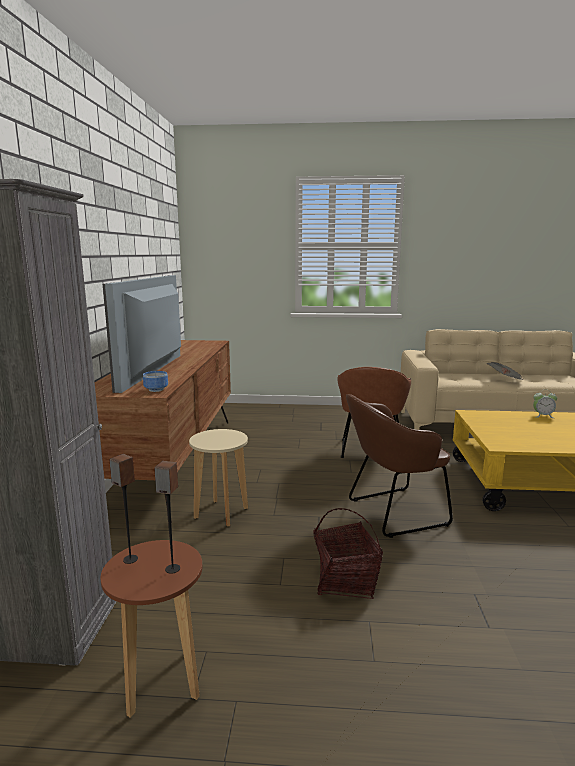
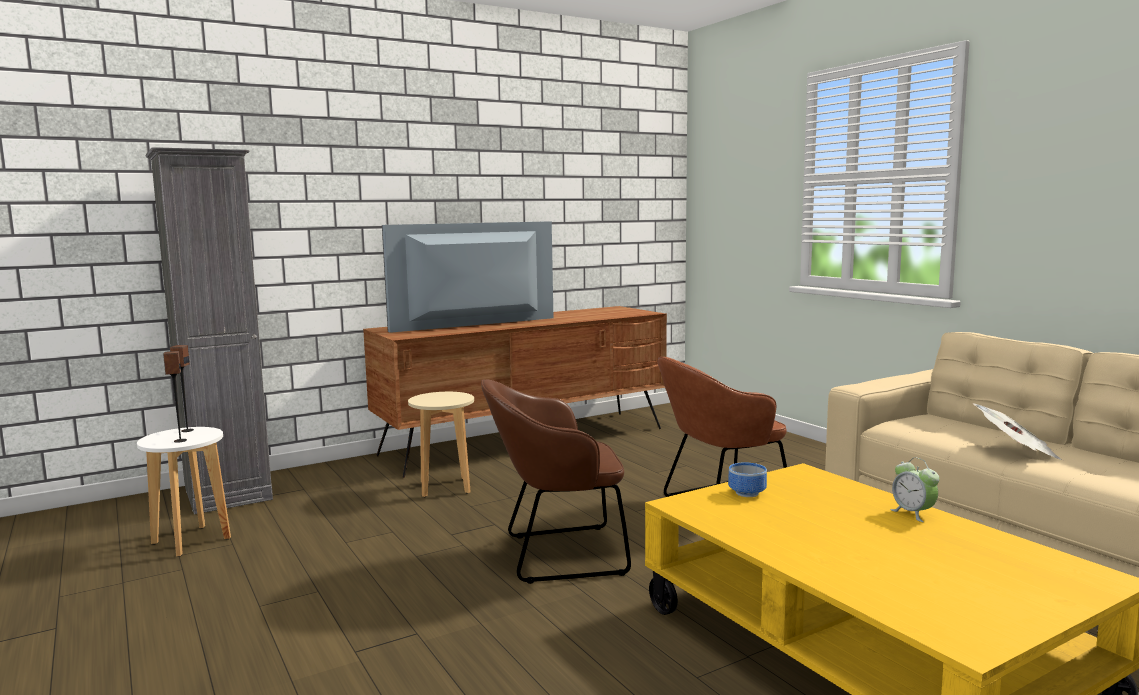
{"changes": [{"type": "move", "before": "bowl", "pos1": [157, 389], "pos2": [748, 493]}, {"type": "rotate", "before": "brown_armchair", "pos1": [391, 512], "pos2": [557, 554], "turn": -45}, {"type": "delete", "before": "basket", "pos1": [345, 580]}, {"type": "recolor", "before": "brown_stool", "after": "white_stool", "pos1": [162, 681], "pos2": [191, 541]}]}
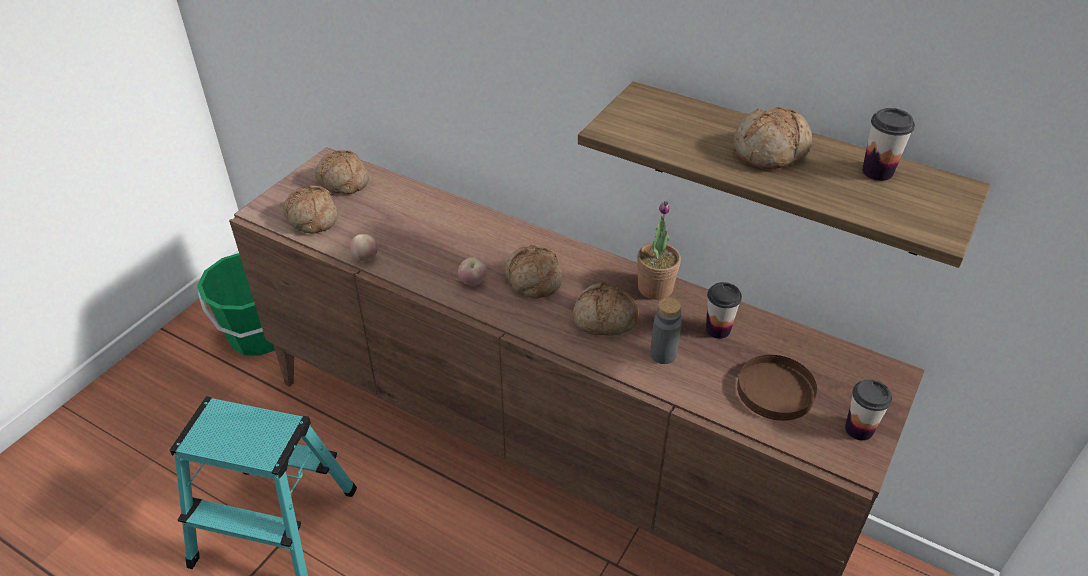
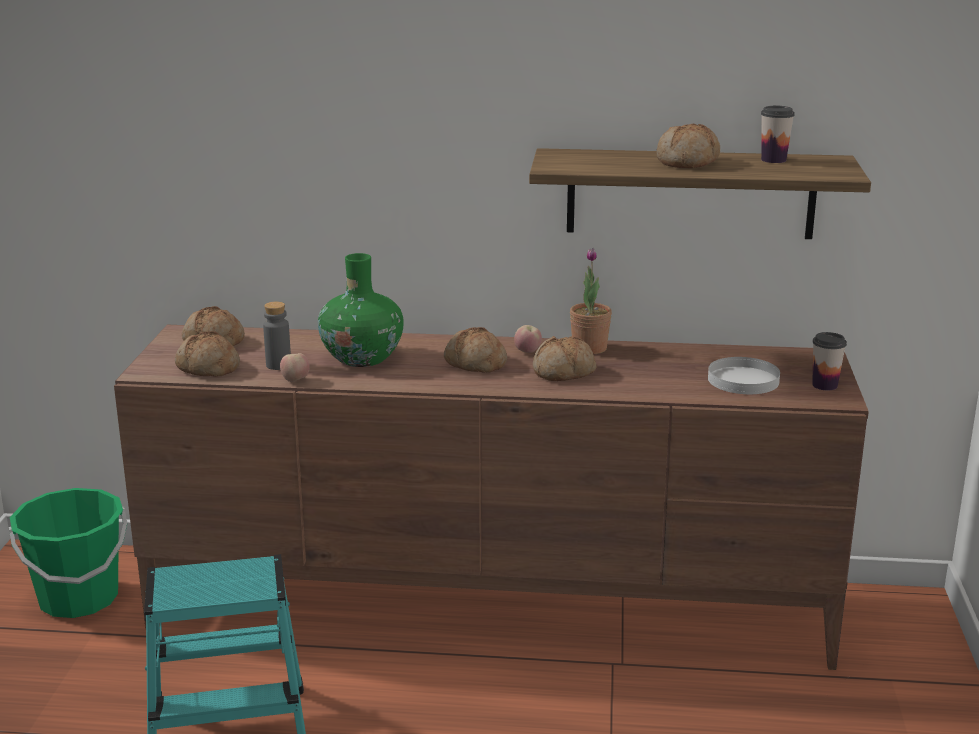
{"changes": [{"type": "move", "before": "apple", "pos1": [473, 282], "pos2": [527, 352]}, {"type": "delete", "before": "cup", "pos1": [718, 329]}, {"type": "move", "before": "grey_bottle", "pos1": [663, 354], "pos2": [278, 365]}, {"type": "recolor", "before": "brown_plate", "after": "white_plate", "pos1": [776, 391], "pos2": [744, 380]}, {"type": "insert", "after": "green_vase", "pos2": [362, 358]}]}
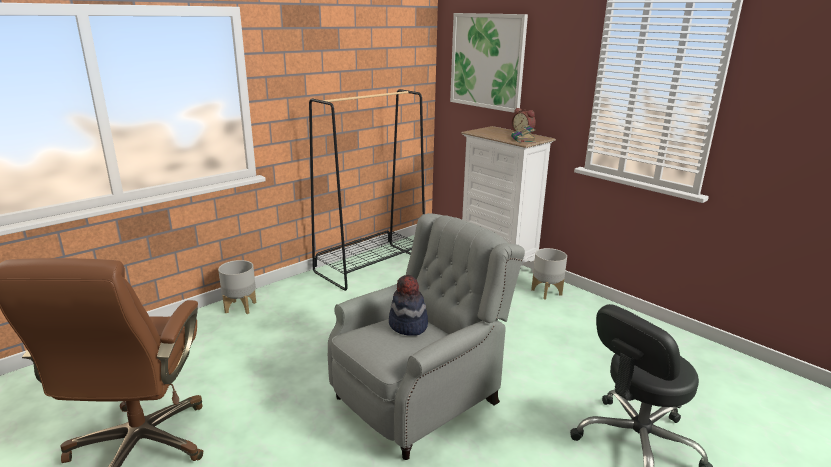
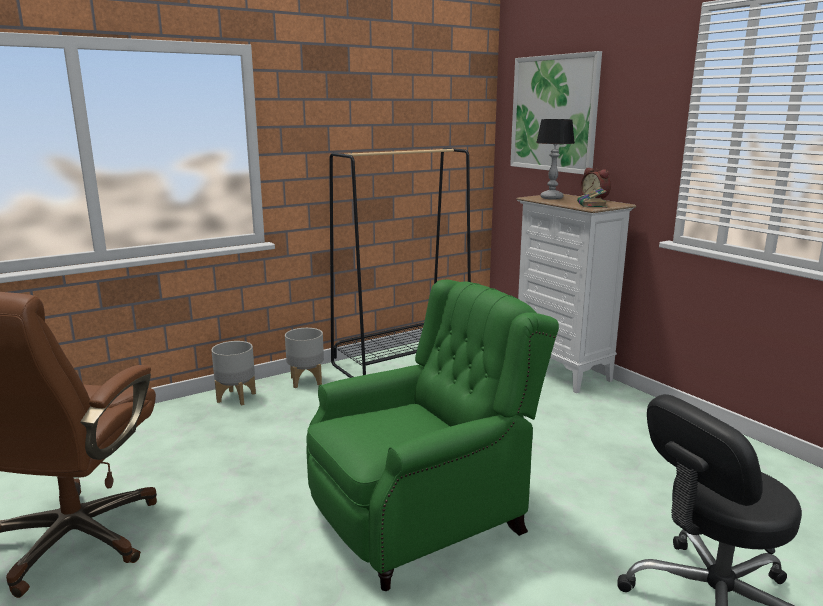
{"changes": [{"type": "recolor", "before": "grey_armchair", "after": "green_armchair", "pos1": [418, 399], "pos2": [421, 518]}, {"type": "move", "before": "grey_planter", "pos1": [546, 292], "pos2": [305, 381]}, {"type": "delete", "before": "hat", "pos1": [408, 325]}, {"type": "insert", "after": "table_lamp", "pos2": [551, 198]}]}
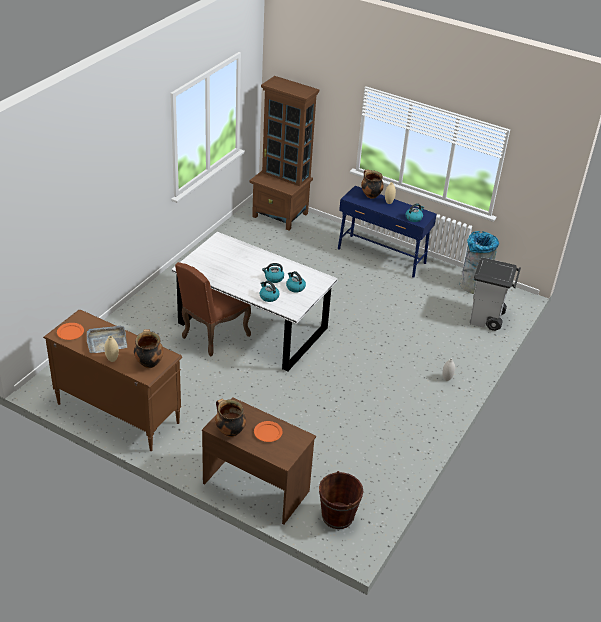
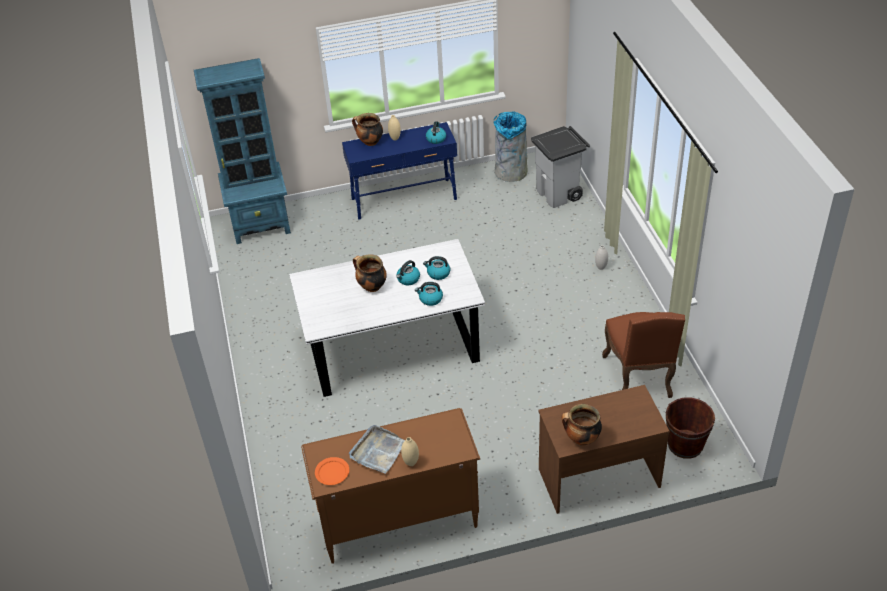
{"changes": [{"type": "recolor", "before": "brown_cabinet", "after": "blue_cabinet", "pos1": [280, 215], "pos2": [260, 224]}, {"type": "move", "before": "brown_chair", "pos1": [213, 336], "pos2": [640, 377]}, {"type": "move", "before": "cooking_pot", "pos1": [149, 362], "pos2": [371, 287]}, {"type": "delete", "before": "orange_plate", "pos1": [268, 432]}]}
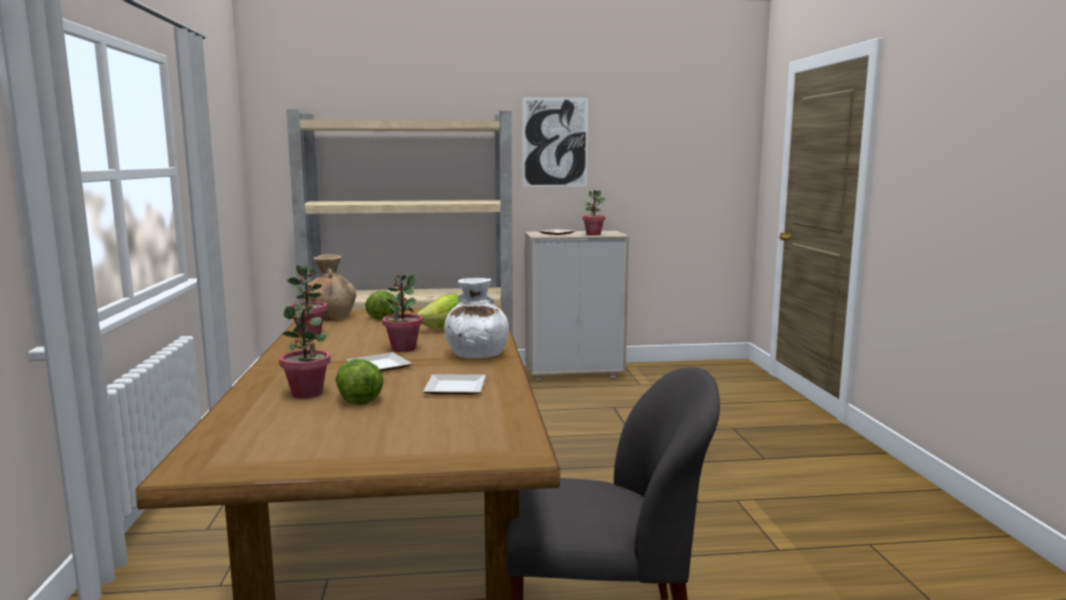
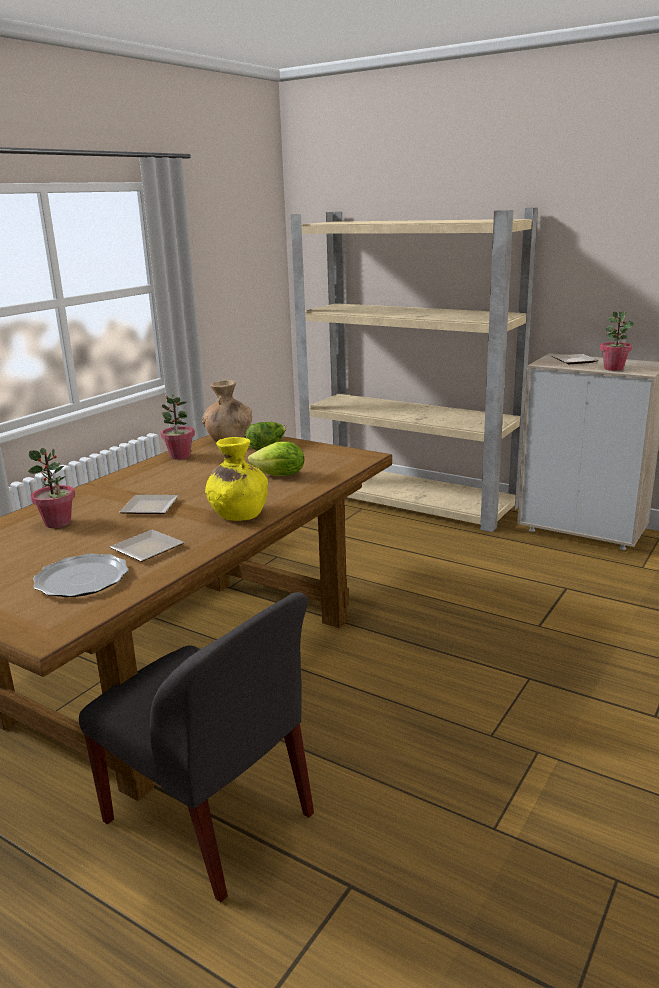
{"changes": [{"type": "delete", "before": "picture", "pos1": [555, 142]}, {"type": "delete", "before": "potted_plant", "pos1": [403, 349]}, {"type": "recolor", "before": "white_vase", "after": "yellow_vase", "pos1": [476, 355], "pos2": [238, 514]}, {"type": "delete", "before": "lettuce", "pos1": [358, 397]}, {"type": "insert", "after": "plate", "pos2": [82, 579]}]}
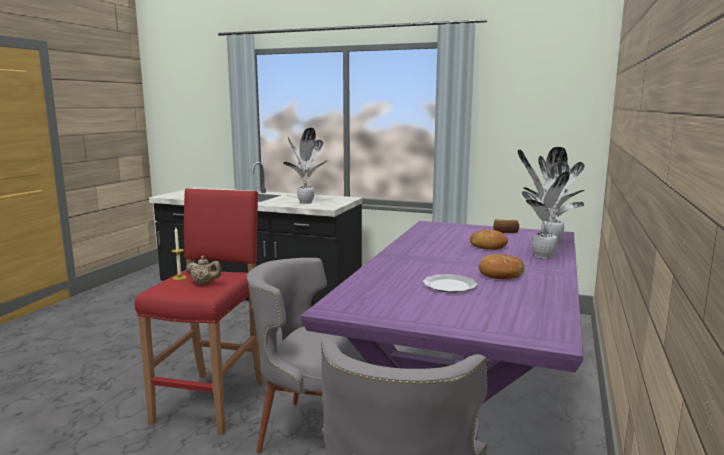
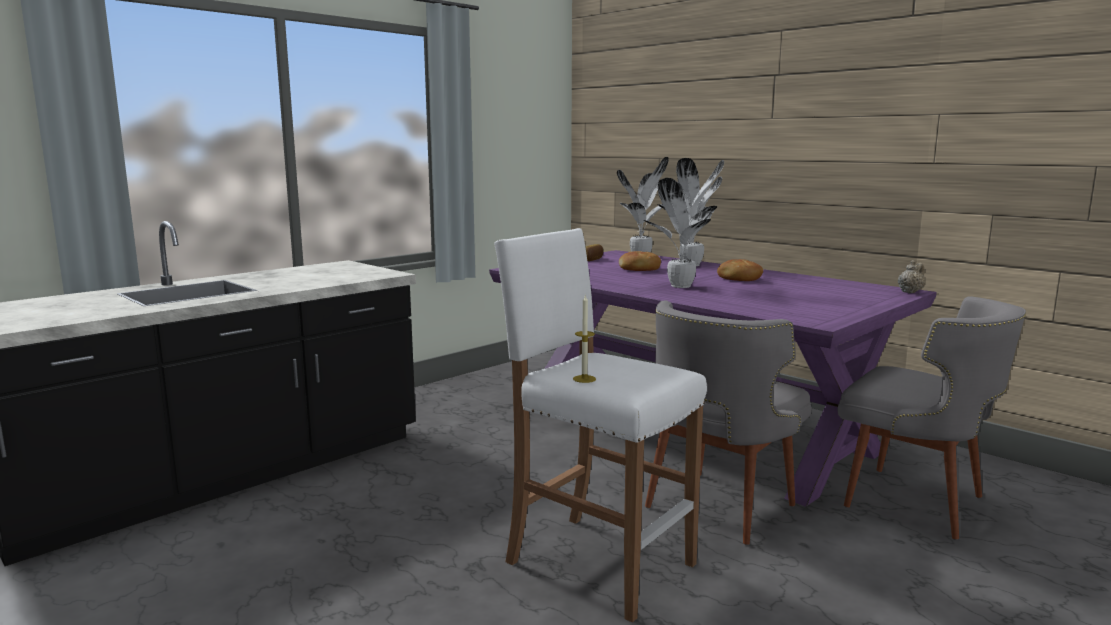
{"changes": [{"type": "move", "before": "potted_plant", "pos1": [306, 203], "pos2": [683, 286]}, {"type": "recolor", "before": "red_stool", "after": "white_stool", "pos1": [212, 401], "pos2": [598, 563]}, {"type": "move", "before": "beige_teapot", "pos1": [205, 283], "pos2": [910, 292]}, {"type": "delete", "before": "plate", "pos1": [449, 285]}]}
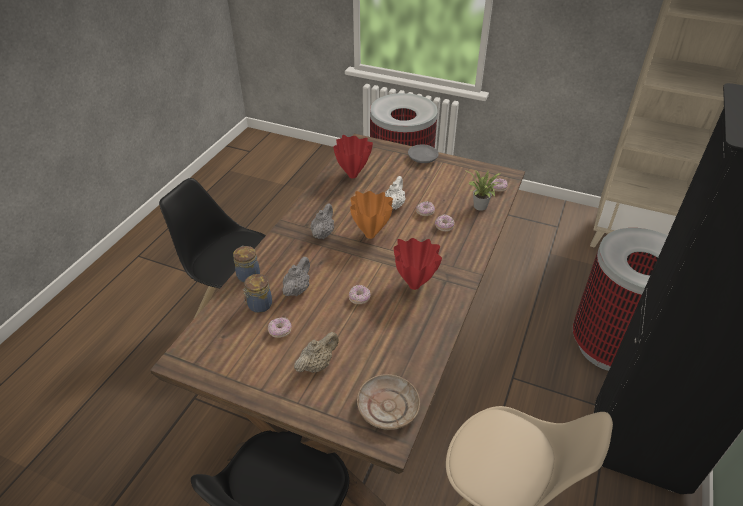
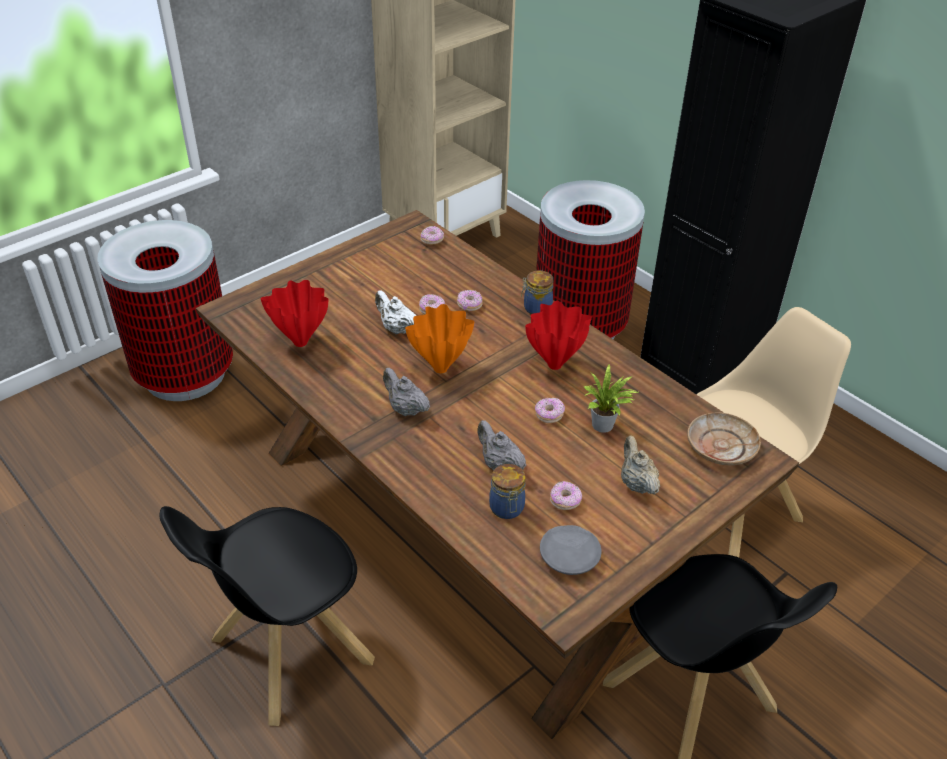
{"changes": [{"type": "move", "before": "grey_plate", "pos1": [423, 158], "pos2": [570, 556]}, {"type": "move", "before": "potted_plant", "pos1": [480, 207], "pos2": [605, 426]}, {"type": "move", "before": "jar", "pos1": [248, 275], "pos2": [536, 308]}]}
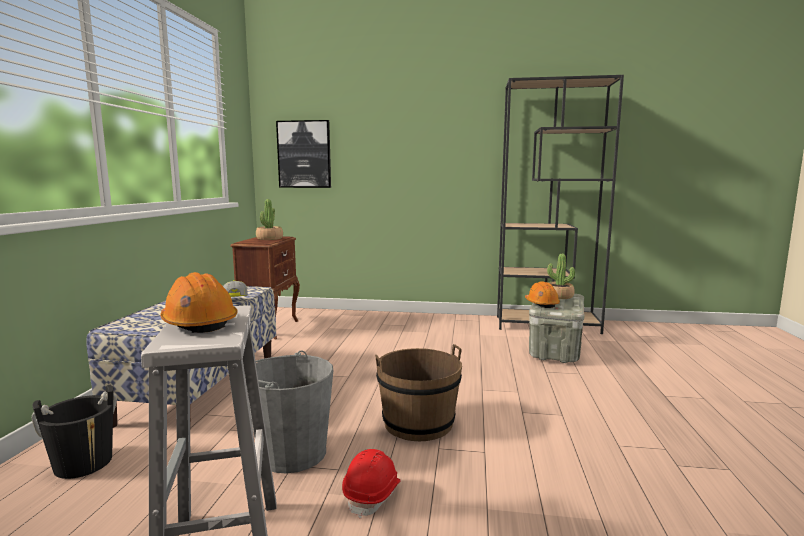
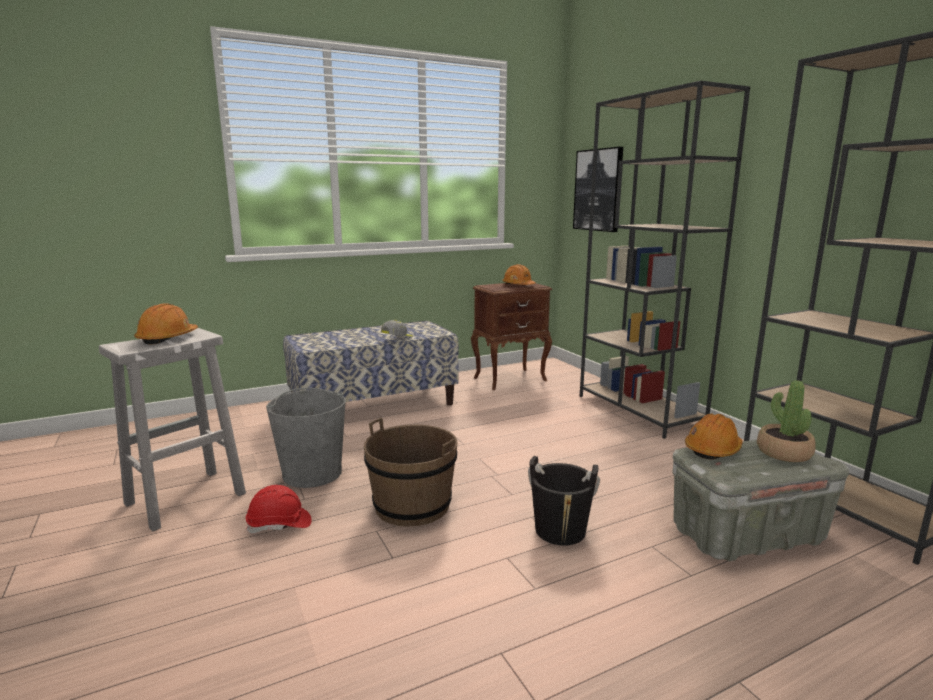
{"changes": [{"type": "replace", "before": "potted_plant", "after": "orange_hard_hat", "pos1": [269, 238], "pos2": [518, 285]}, {"type": "move", "before": "black_bucket", "pos1": [83, 463], "pos2": [560, 531]}, {"type": "insert", "after": "bookcase", "pos2": [640, 411]}]}
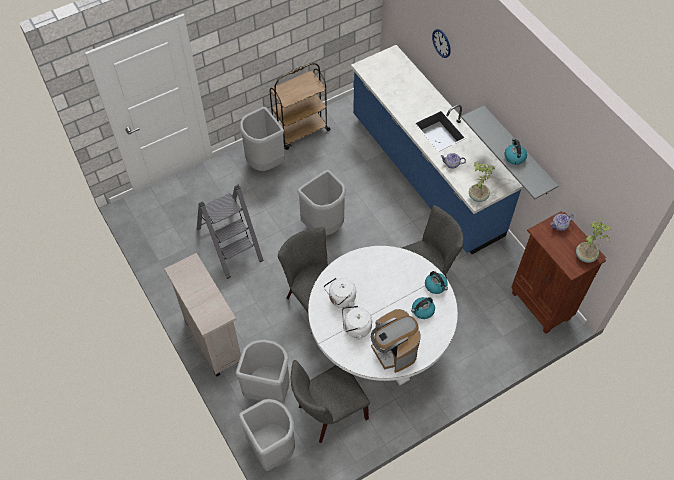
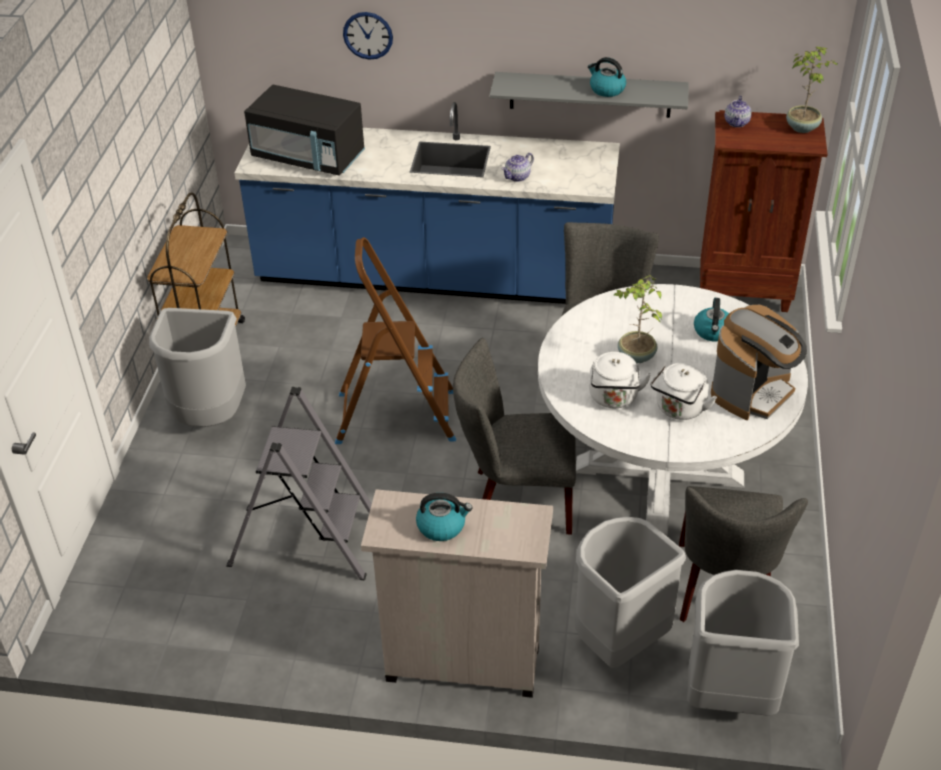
{"changes": [{"type": "move", "before": "potted_plant", "pos1": [477, 196], "pos2": [635, 356]}, {"type": "replace", "before": "grey_trash_can", "after": "brown_step_ladder", "pos1": [324, 225], "pos2": [397, 417]}, {"type": "move", "before": "kettle", "pos1": [436, 286], "pos2": [442, 526]}, {"type": "rotate", "before": "coffee_machine", "pos1": [393, 351], "pos2": [752, 392], "turn": -60}, {"type": "insert", "after": "black_microwave", "pos2": [308, 157]}]}
